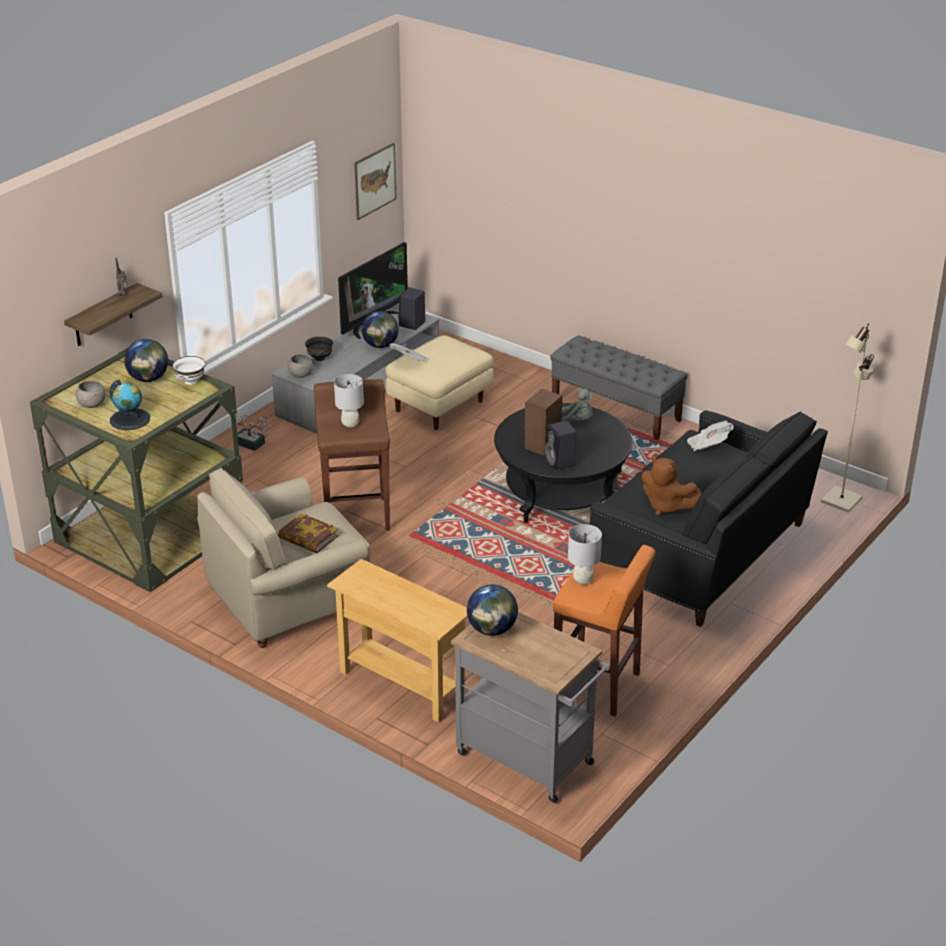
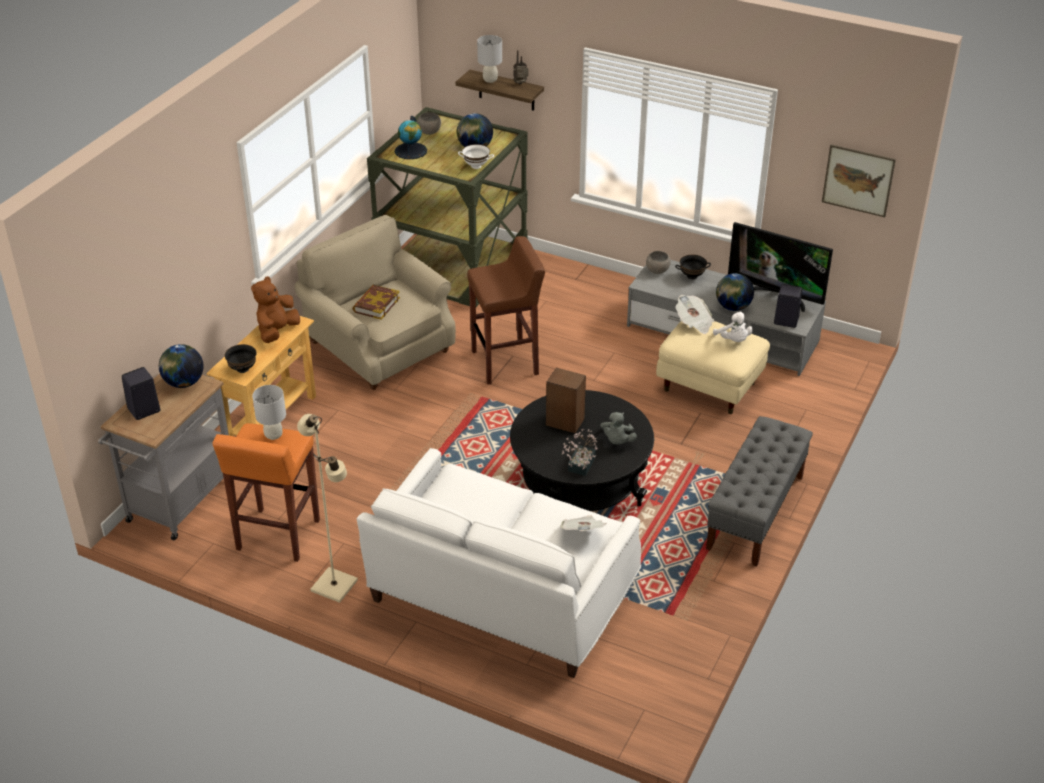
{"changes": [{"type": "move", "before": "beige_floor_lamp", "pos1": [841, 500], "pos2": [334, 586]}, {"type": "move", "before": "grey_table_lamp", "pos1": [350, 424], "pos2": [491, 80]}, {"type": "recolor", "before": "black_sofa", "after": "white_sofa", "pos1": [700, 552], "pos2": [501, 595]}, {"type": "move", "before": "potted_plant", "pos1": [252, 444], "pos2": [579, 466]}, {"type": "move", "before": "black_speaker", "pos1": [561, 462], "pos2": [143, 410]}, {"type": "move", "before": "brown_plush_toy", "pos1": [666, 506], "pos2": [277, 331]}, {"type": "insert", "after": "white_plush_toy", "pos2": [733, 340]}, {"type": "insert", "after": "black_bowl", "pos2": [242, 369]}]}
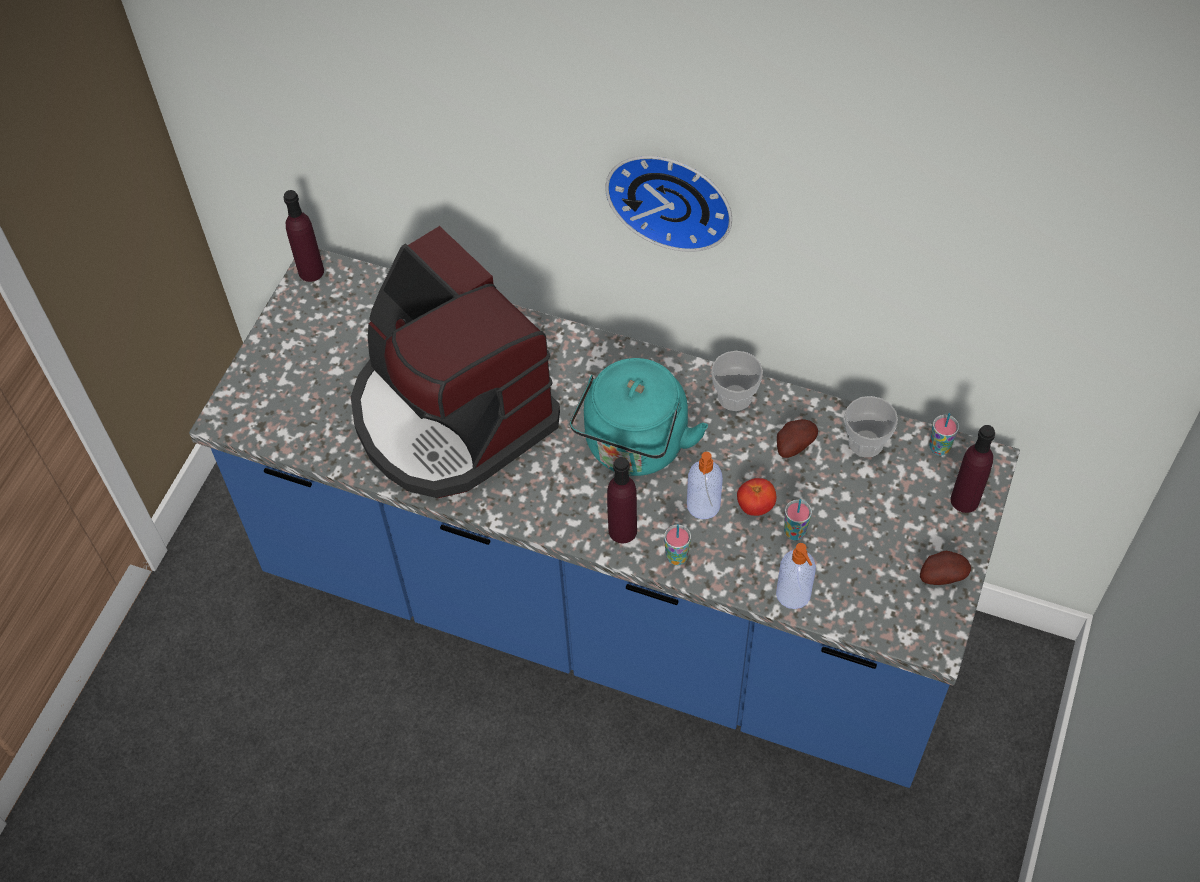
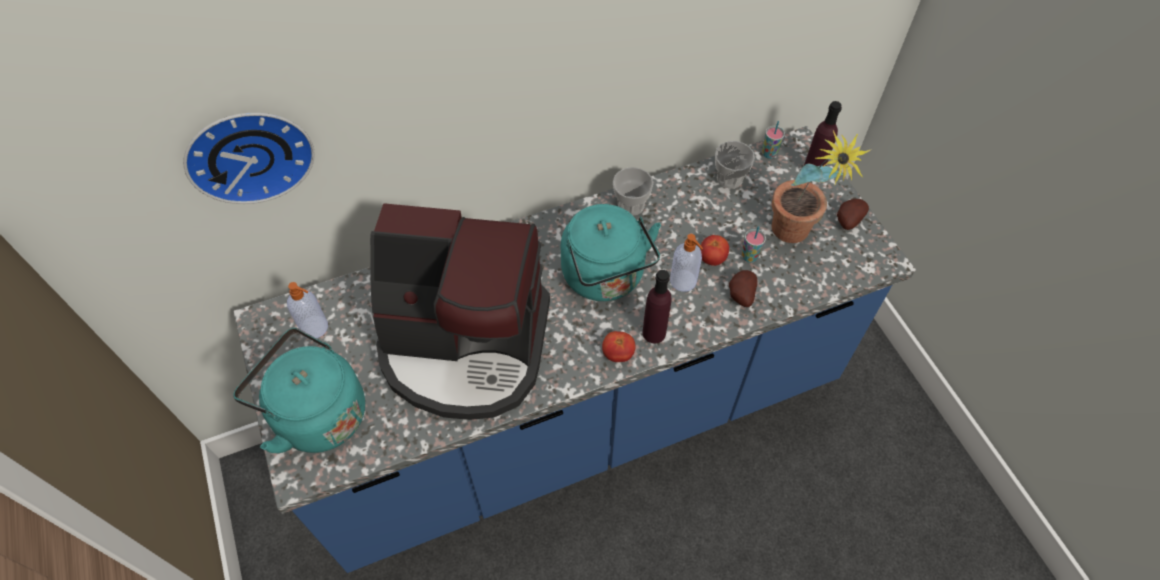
{"changes": [{"type": "move", "before": "wall_clock", "pos1": [672, 196], "pos2": [249, 152]}, {"type": "delete", "before": "purple_bottle", "pos1": [311, 271]}, {"type": "move", "before": "potato", "pos1": [792, 445], "pos2": [740, 295]}, {"type": "delete", "before": "cup", "pos1": [676, 557]}, {"type": "move", "before": "soap_dispenser", "pos1": [794, 595], "pos2": [315, 327]}, {"type": "insert", "after": "potted_plant", "pos2": [794, 238]}, {"type": "insert", "after": "turquoise_kettle", "pos2": [316, 414]}, {"type": "insert", "after": "tomato", "pos2": [618, 354]}]}
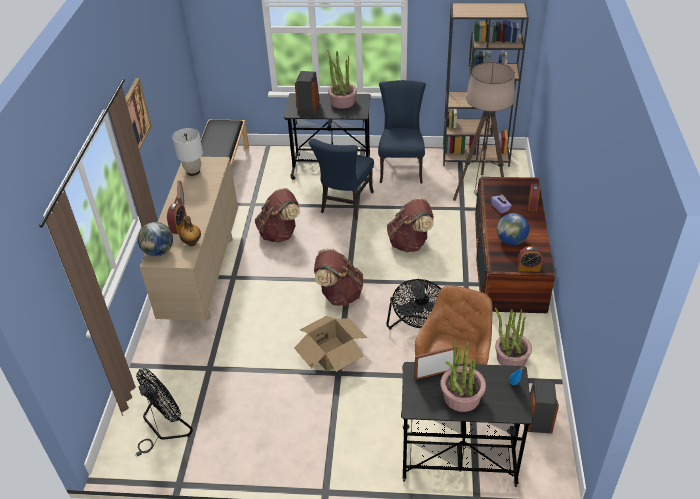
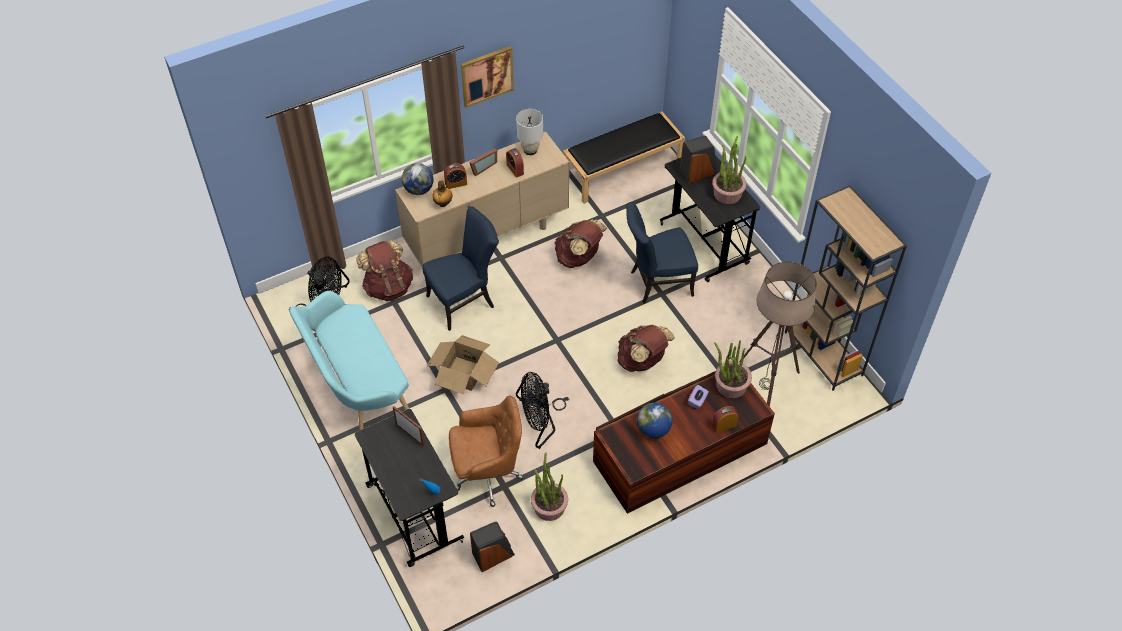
{"changes": [{"type": "move", "before": "blue_chair", "pos1": [401, 167], "pos2": [464, 301]}, {"type": "move", "before": "alarm_clock", "pos1": [528, 268], "pos2": [515, 169]}, {"type": "move", "before": "brown_backpack", "pos1": [339, 294], "pos2": [388, 287]}, {"type": "move", "before": "potted_plant", "pos1": [461, 397], "pos2": [731, 385]}, {"type": "insert", "after": "turquoise_bench", "pos2": [358, 390]}]}
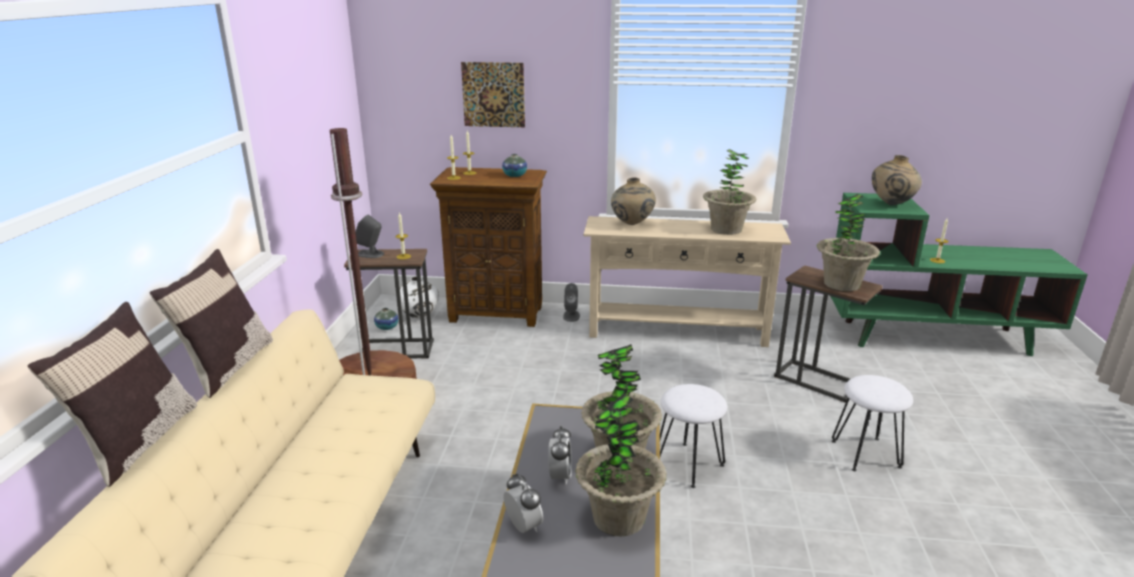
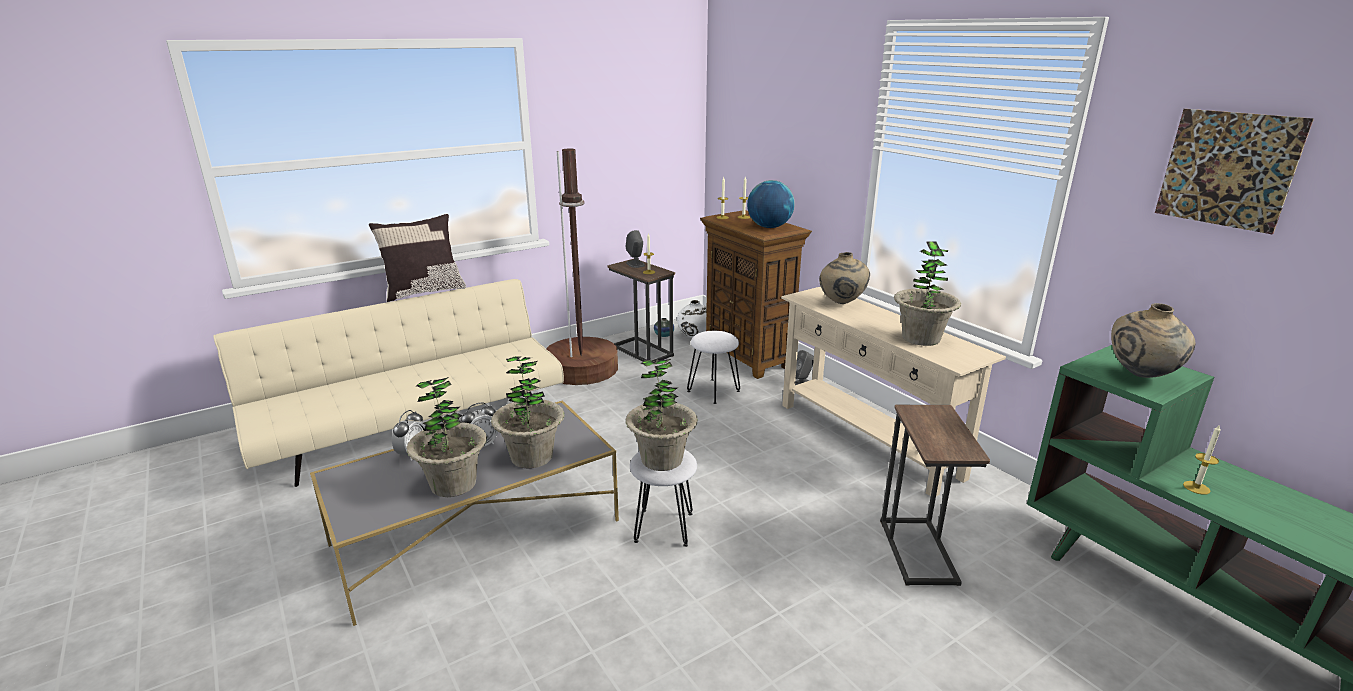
{"changes": [{"type": "move", "before": "picture", "pos1": [493, 94], "pos2": [1227, 169]}, {"type": "replace", "before": "vase", "after": "globe", "pos1": [515, 175], "pos2": [769, 227]}, {"type": "move", "before": "potted_plant", "pos1": [841, 284], "pos2": [662, 459]}, {"type": "delete", "before": "pillow", "pos1": [137, 443]}, {"type": "move", "before": "white_stool", "pos1": [866, 453], "pos2": [714, 391]}]}
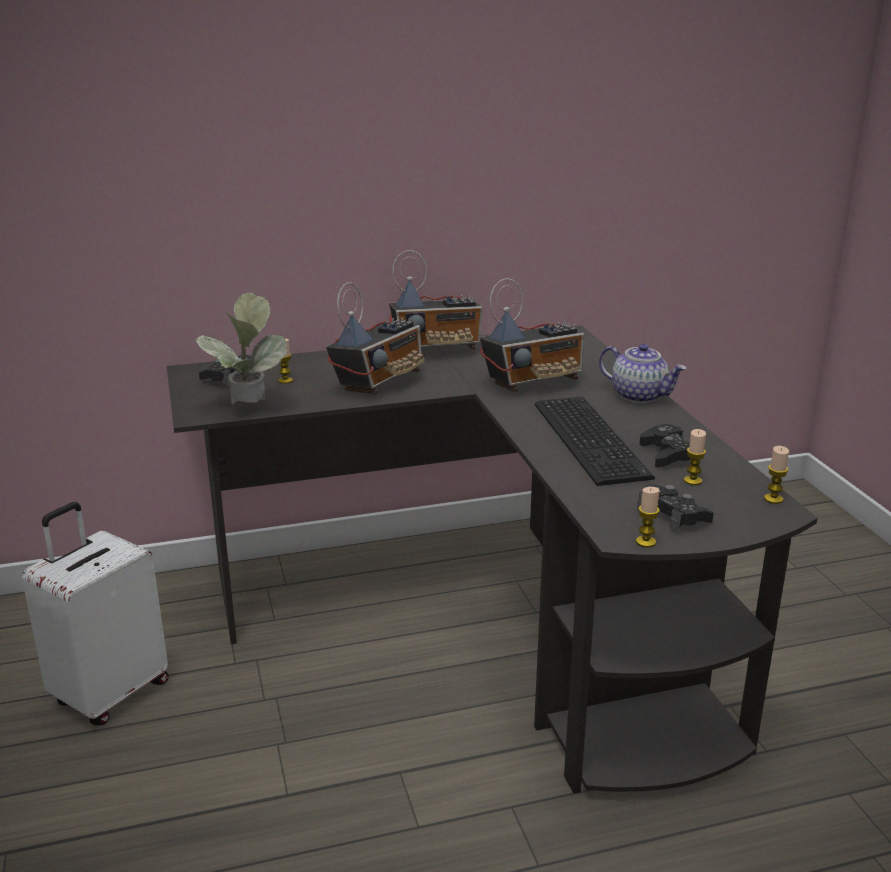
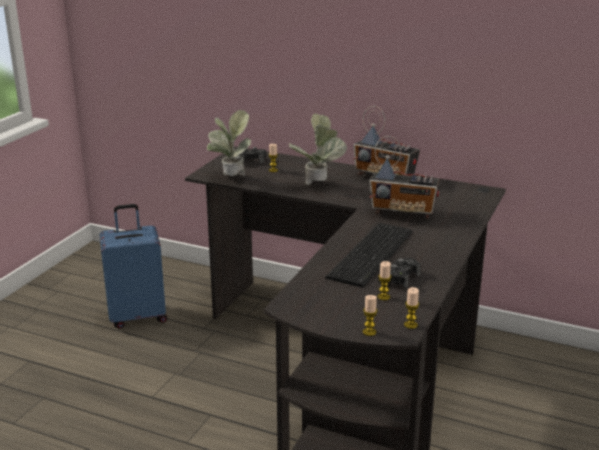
{"changes": [{"type": "replace", "before": "radio", "after": "potted_plant", "pos1": [379, 382], "pos2": [318, 185]}, {"type": "delete", "before": "teapot", "pos1": [640, 395]}, {"type": "delete", "before": "black_game_controller", "pos1": [673, 515]}, {"type": "move", "before": "candle", "pos1": [645, 542], "pos2": [369, 332]}, {"type": "recolor", "before": "white_suitcase", "after": "blue_suitcase", "pos1": [110, 693], "pos2": [138, 316]}]}
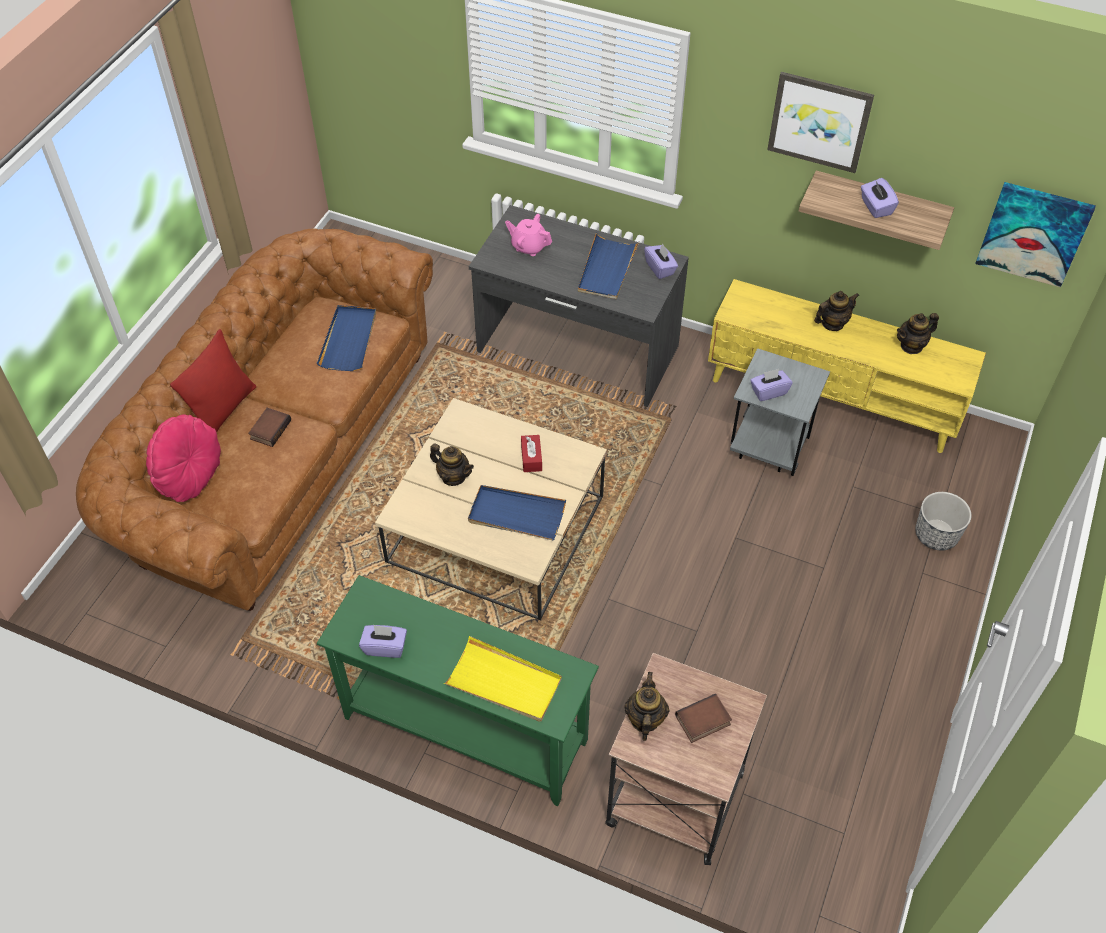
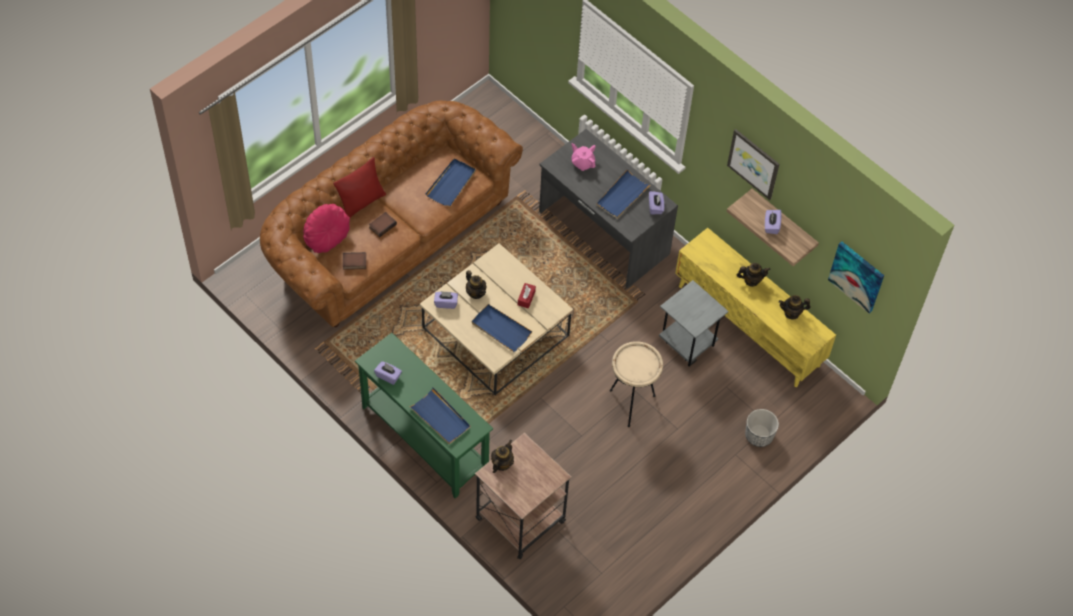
{"changes": [{"type": "move", "before": "purple_tissue_box", "pos1": [769, 391], "pos2": [446, 303]}, {"type": "recolor", "before": "yellow_tray", "after": "blue_tray", "pos1": [504, 682], "pos2": [440, 418]}, {"type": "move", "before": "book", "pos1": [703, 722], "pos2": [354, 263]}, {"type": "insert", "after": "beige_side_table", "pos2": [631, 404]}]}
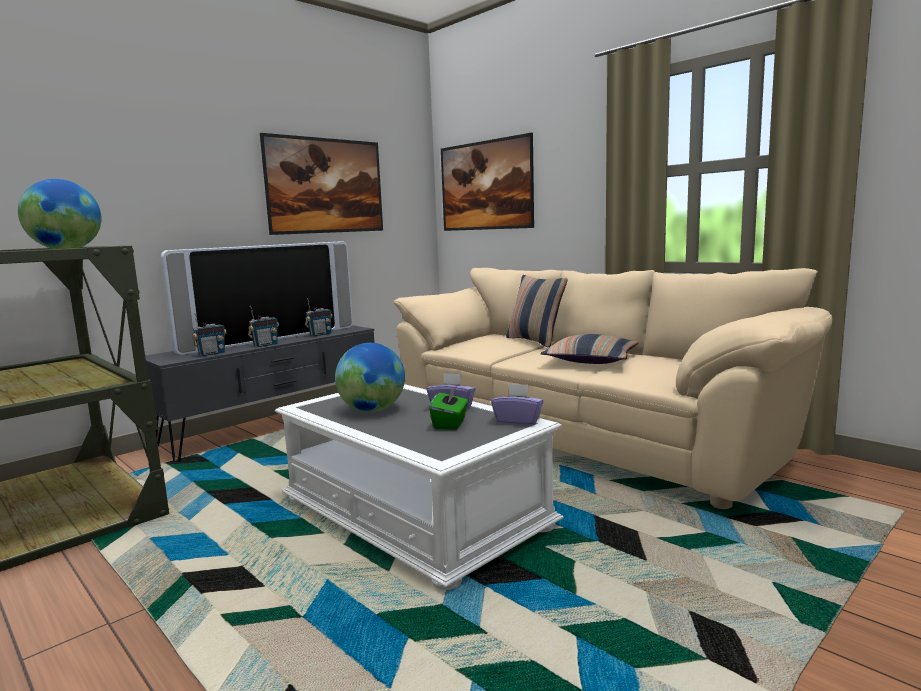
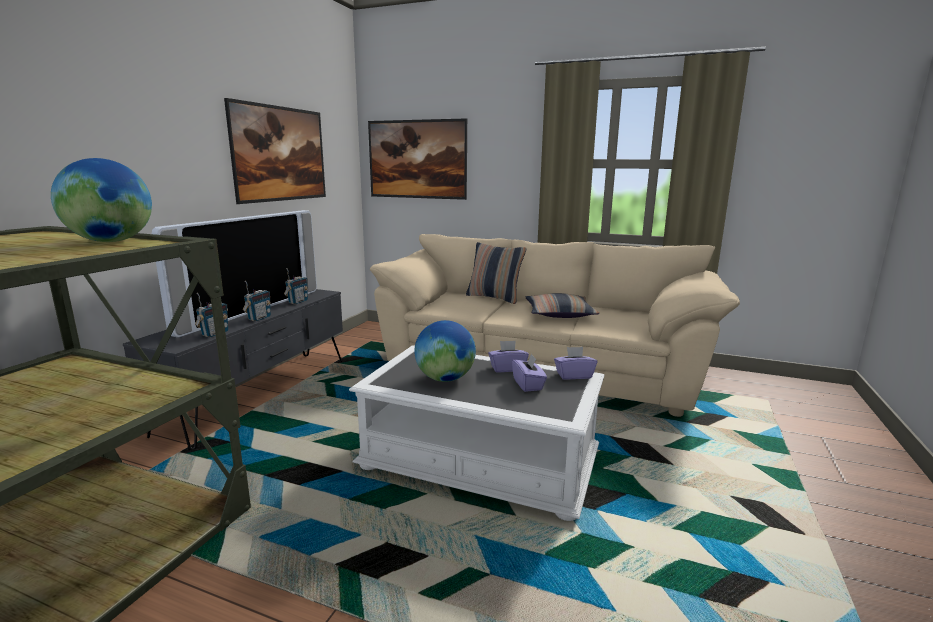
{"changes": [{"type": "recolor", "before": "green_tissue_box", "after": "purple_tissue_box", "pos1": [450, 424], "pos2": [528, 384]}]}
